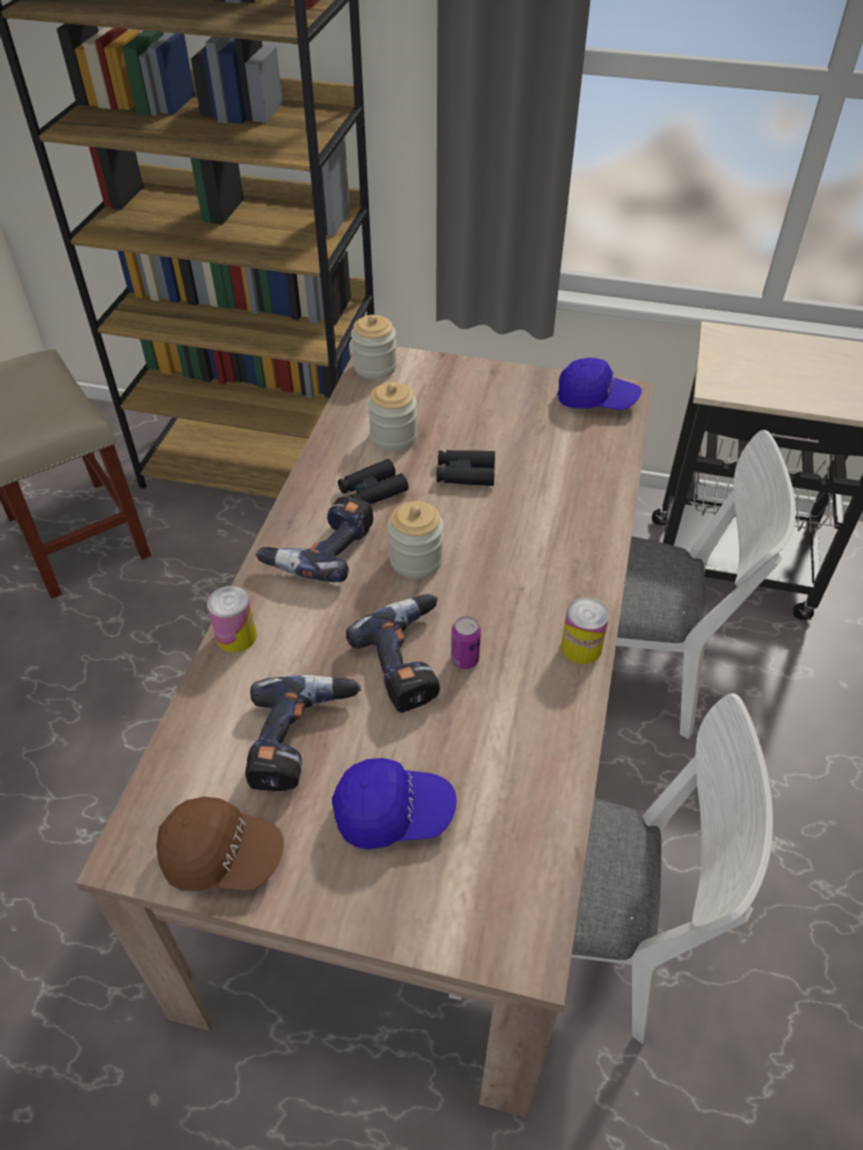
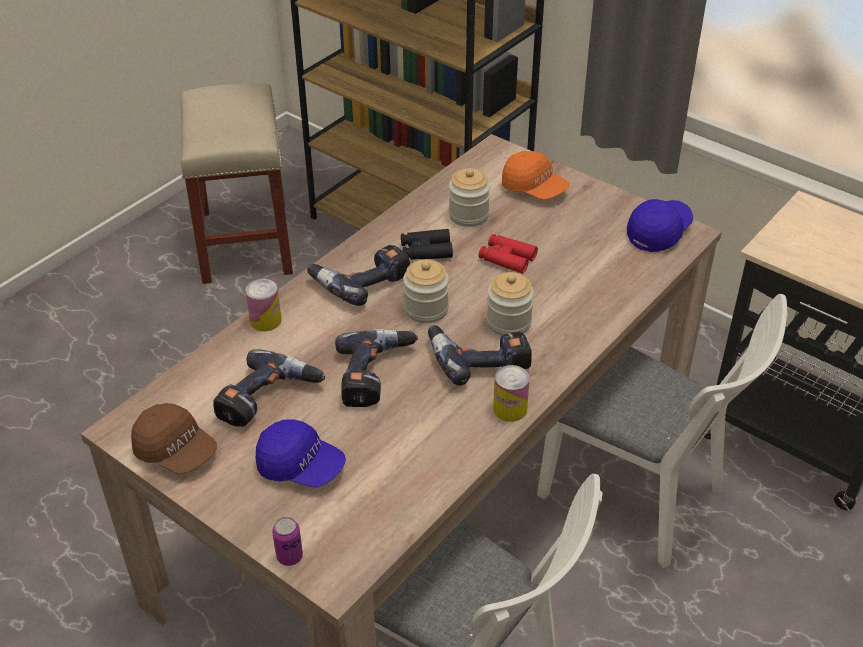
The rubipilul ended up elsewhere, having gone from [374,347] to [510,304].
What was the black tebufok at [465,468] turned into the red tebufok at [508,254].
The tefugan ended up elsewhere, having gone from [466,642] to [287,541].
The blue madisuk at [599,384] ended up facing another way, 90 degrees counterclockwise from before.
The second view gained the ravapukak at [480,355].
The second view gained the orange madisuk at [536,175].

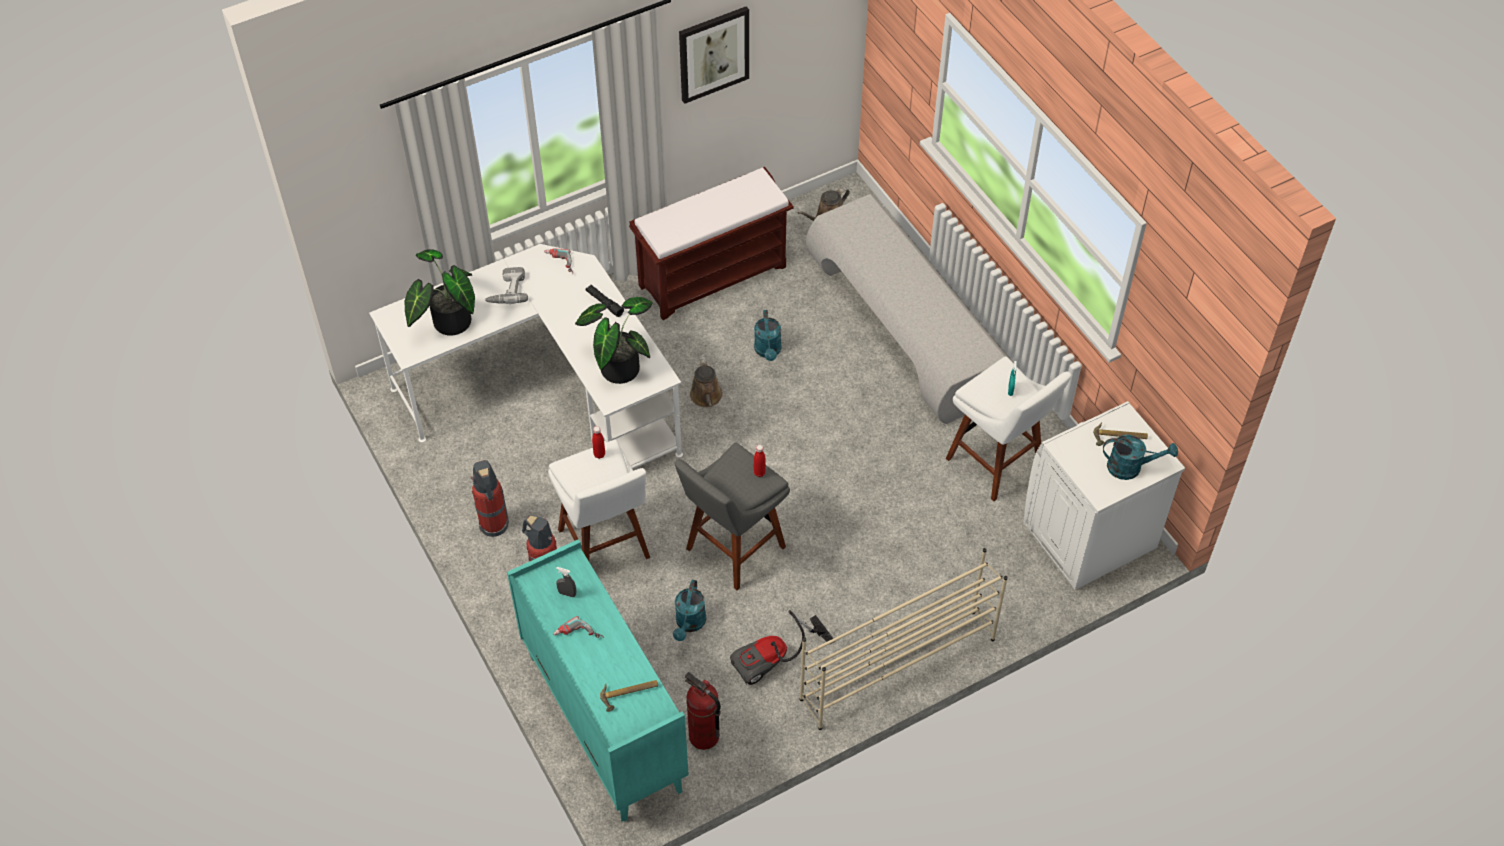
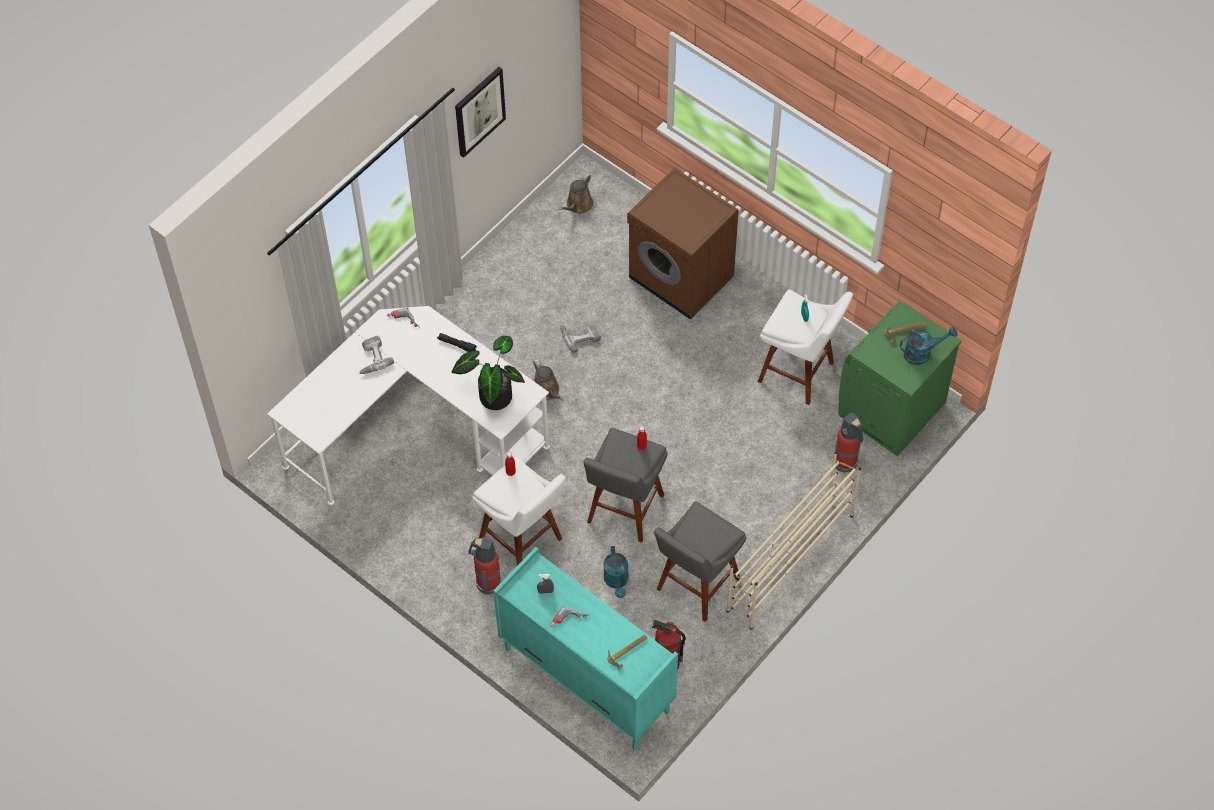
The second view lost the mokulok at [439,293].
The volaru ended up elsewhere, having gone from [489,498] to [849,442].
The second view lost the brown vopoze at [711,243].
Where the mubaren stood at [782,647], the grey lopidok came to stand at [700,561].
Where the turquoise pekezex stood at [767,335], the ravapukak came to stand at [580,339].
Where the grey vopoze stood at [906,309], the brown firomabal came to stand at [683,244].
What was the white firomabal at [1104,495] turned into the green firomabal at [900,378].

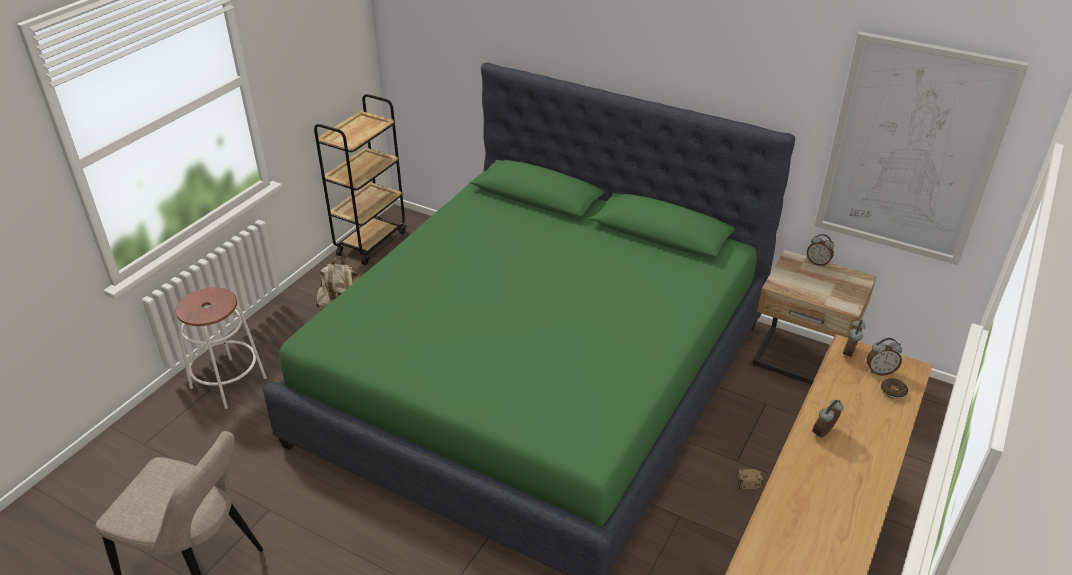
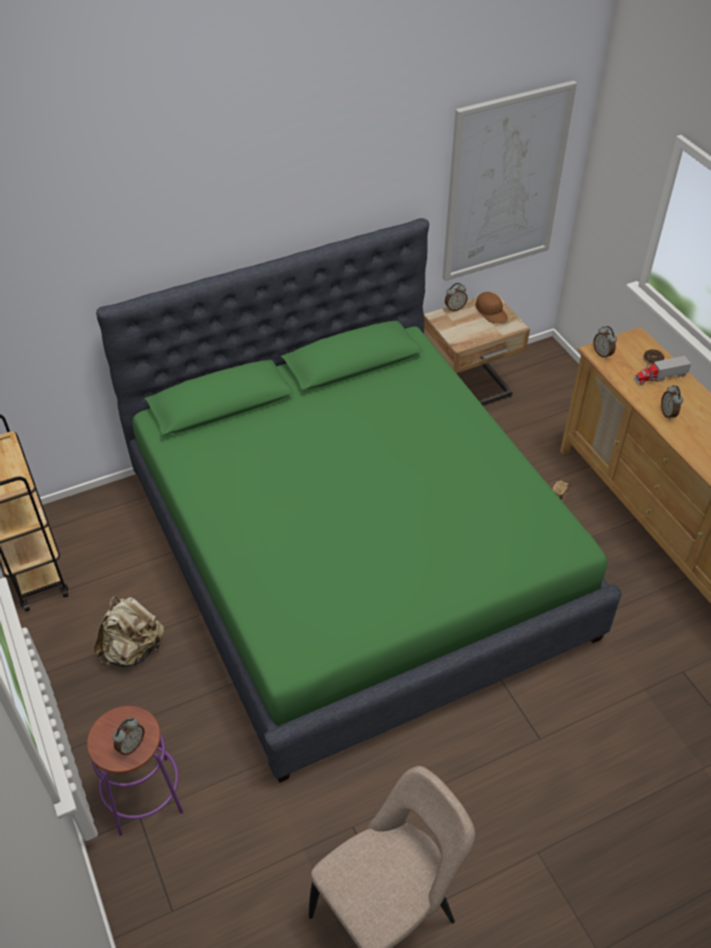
What was the white lopidok at [221,348] turned into the purple lopidok at [135,771].
The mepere ended up elsewhere, having gone from [884,357] to [129,736].
The second view gained the brown madisuk at [491,307].
The second view gained the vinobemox at [662,370].

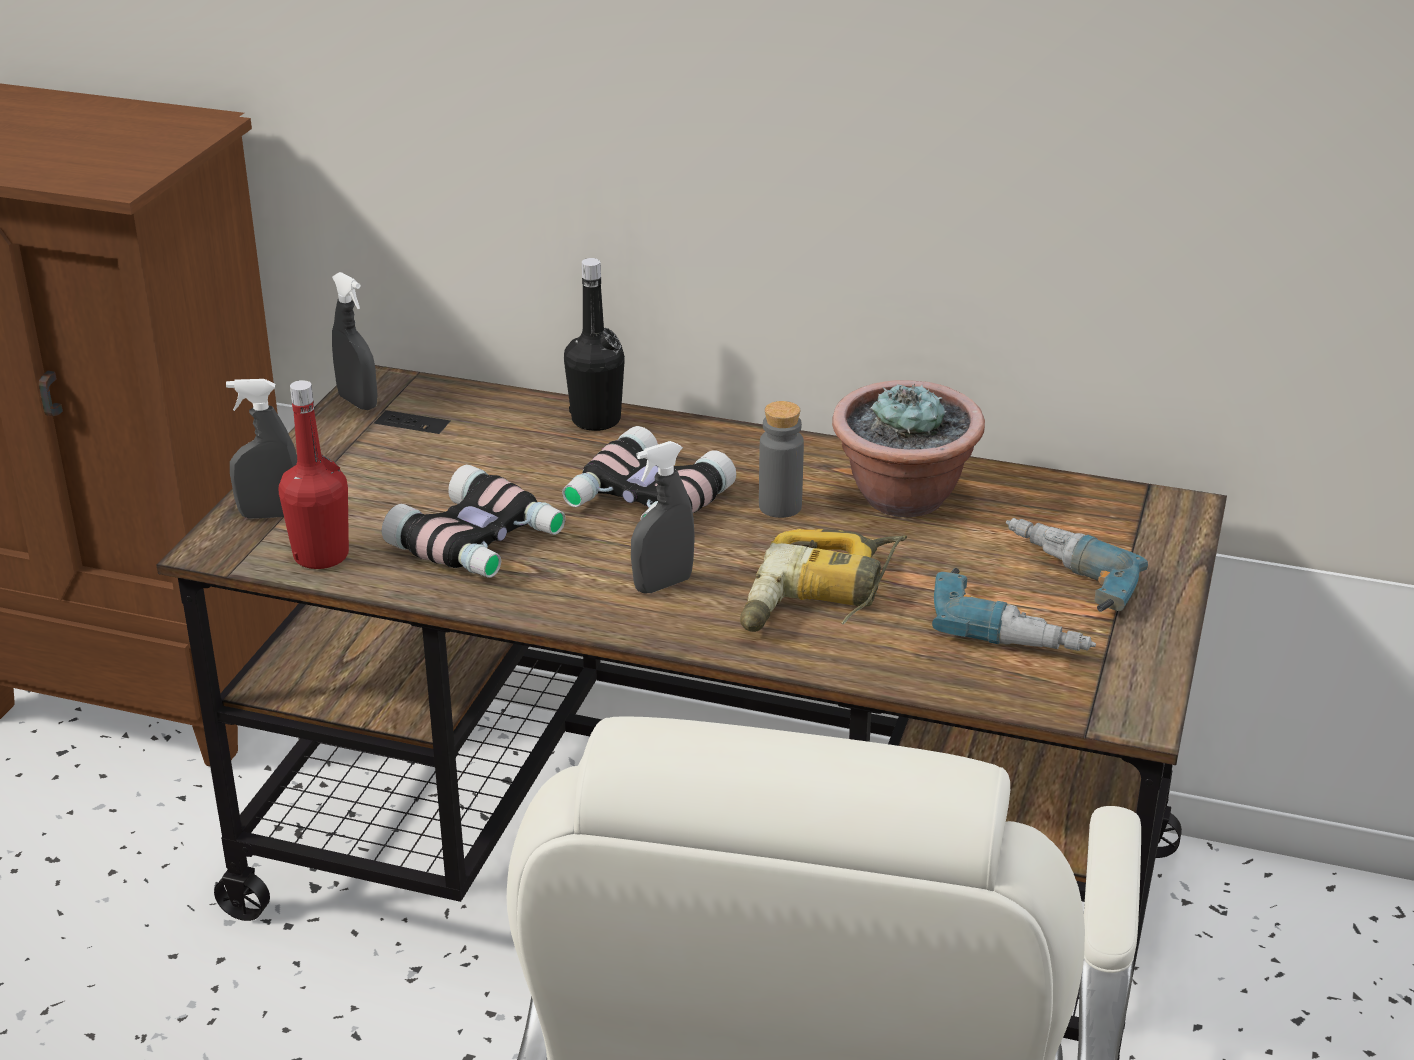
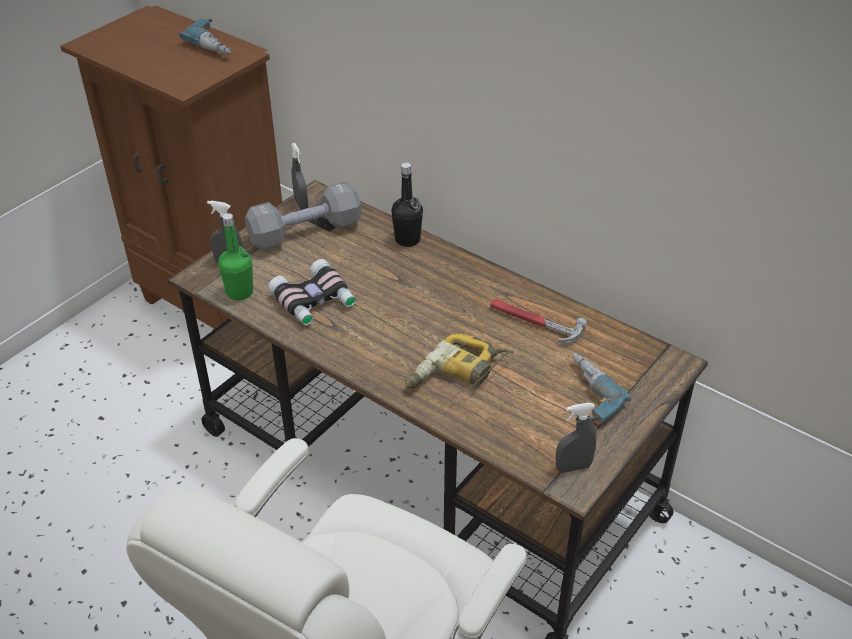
What was the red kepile at [313,474] turned into the green kepile at [235,256].
The second view lost the tebufok at [649,472].
The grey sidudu ended up elsewhere, having gone from [663,517] to [576,437].
The second view lost the grey kepile at [781,459].
Where the mokulok stood at [908,448], the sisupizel came to stand at [538,322].
The ravapukak ended up elsewhere, having gone from [1014,609] to [205,36].
The second view gained the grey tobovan at [303,216].

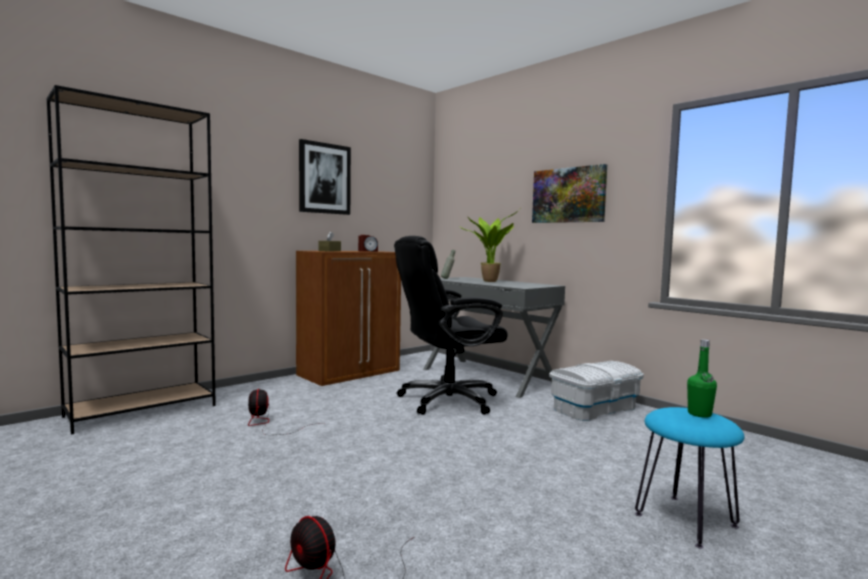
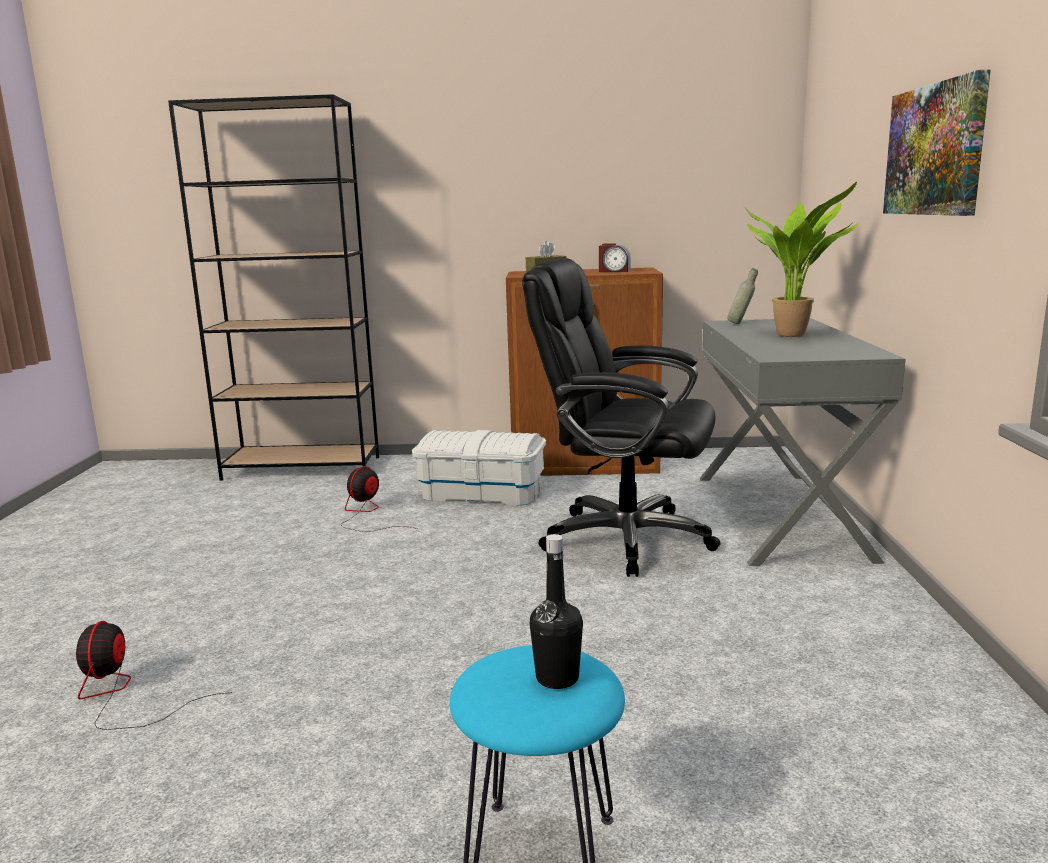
The second view lost the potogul at [325,177].
The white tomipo ended up elsewhere, having gone from [596,391] to [479,468].
What was the green kepile at [702,378] turned into the black kepile at [556,611].

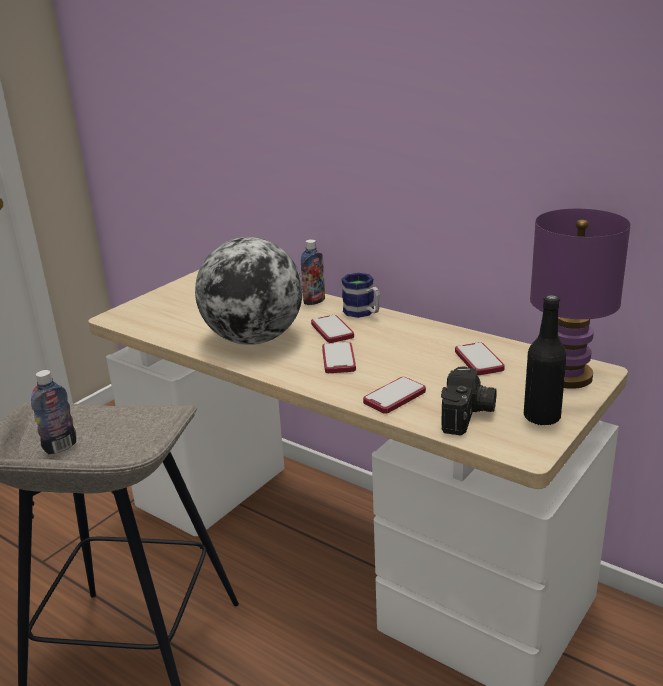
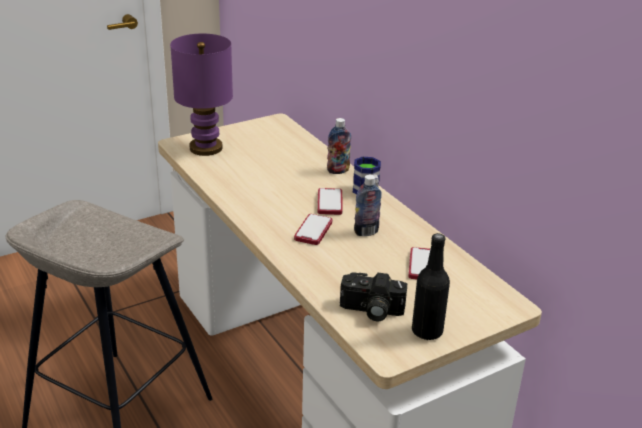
The kepile ended up elsewhere, having gone from [53,412] to [368,205].
The second view lost the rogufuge at [249,291].
The second view lost the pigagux at [394,395].
The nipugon at [469,401] ended up facing another way, 60 degrees clockwise from before.
The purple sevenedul ended up elsewhere, having gone from [580,298] to [201,94].

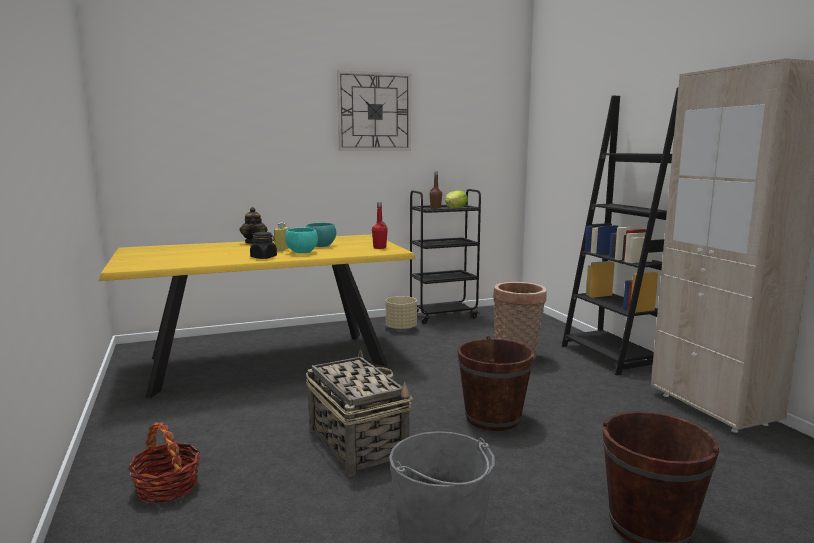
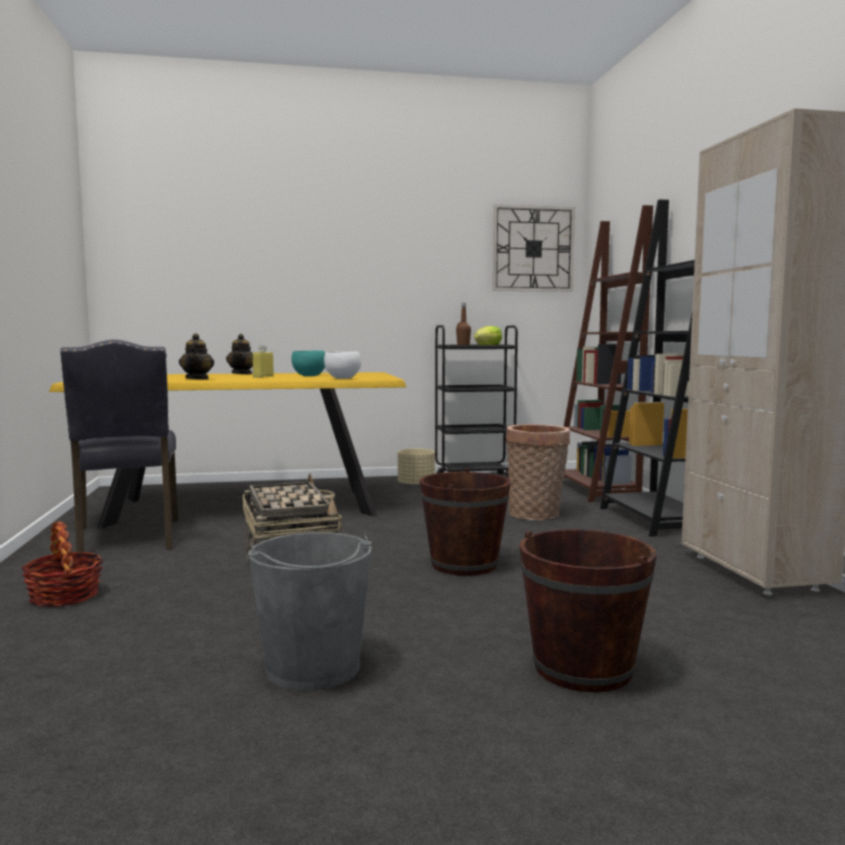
The second view lost the black rubipilul at [263,245].
The second view lost the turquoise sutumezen at [301,240].
The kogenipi ended up elsewhere, having gone from [374,110] to [534,248].
The second view lost the red kepile at [380,225].
The second view gained the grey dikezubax at [119,447].
The second view gained the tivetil at [196,356].
The second view gained the white sutumezen at [342,365].
The second view gained the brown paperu at [608,353].

